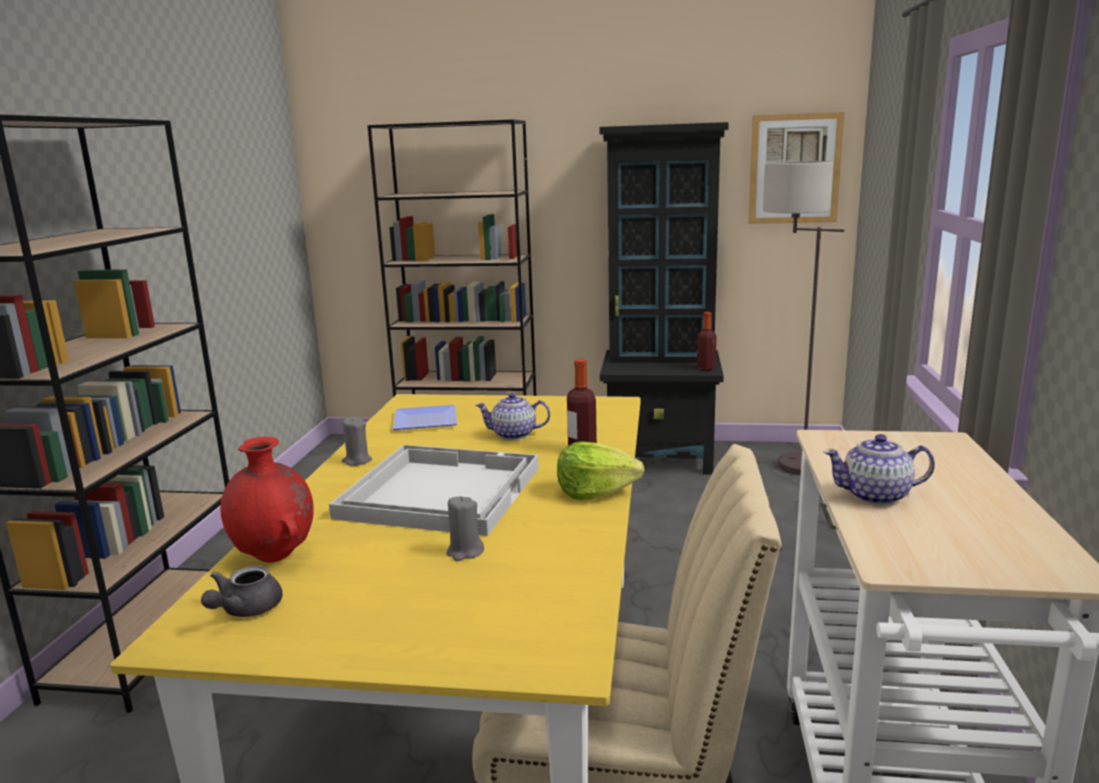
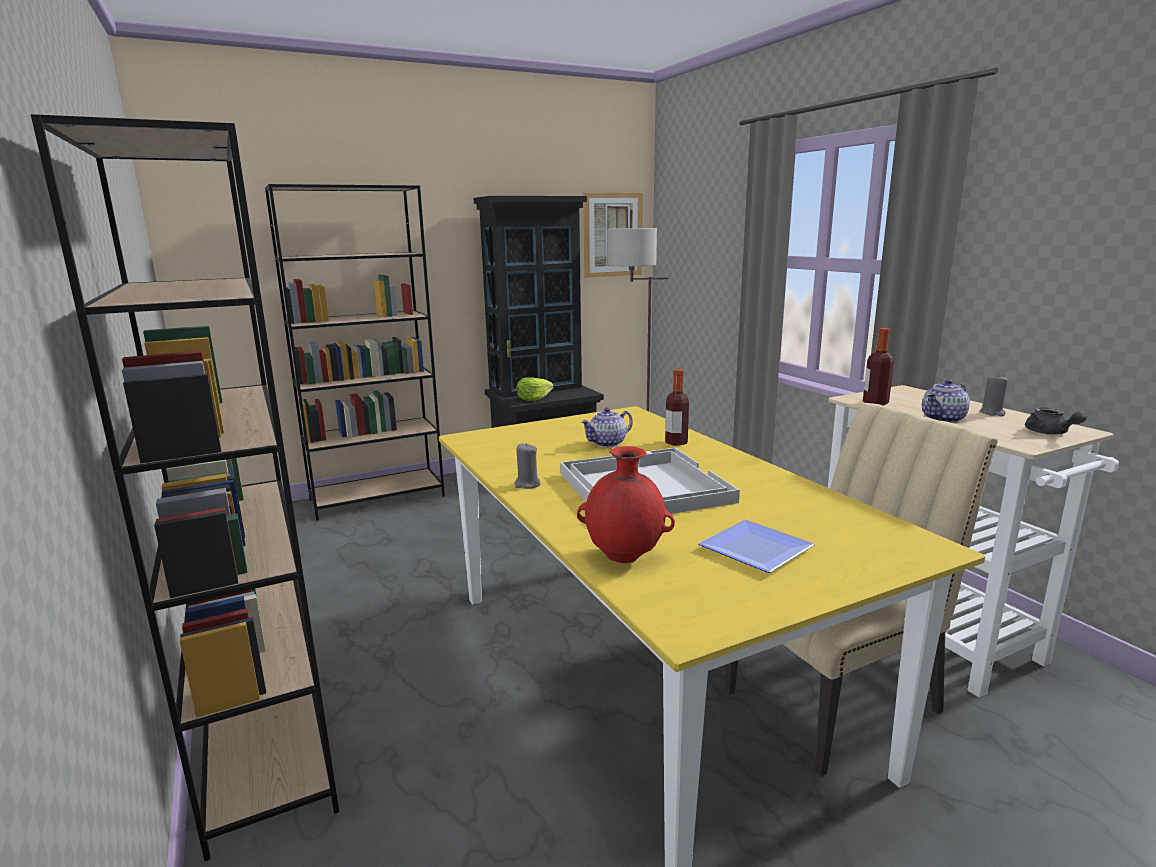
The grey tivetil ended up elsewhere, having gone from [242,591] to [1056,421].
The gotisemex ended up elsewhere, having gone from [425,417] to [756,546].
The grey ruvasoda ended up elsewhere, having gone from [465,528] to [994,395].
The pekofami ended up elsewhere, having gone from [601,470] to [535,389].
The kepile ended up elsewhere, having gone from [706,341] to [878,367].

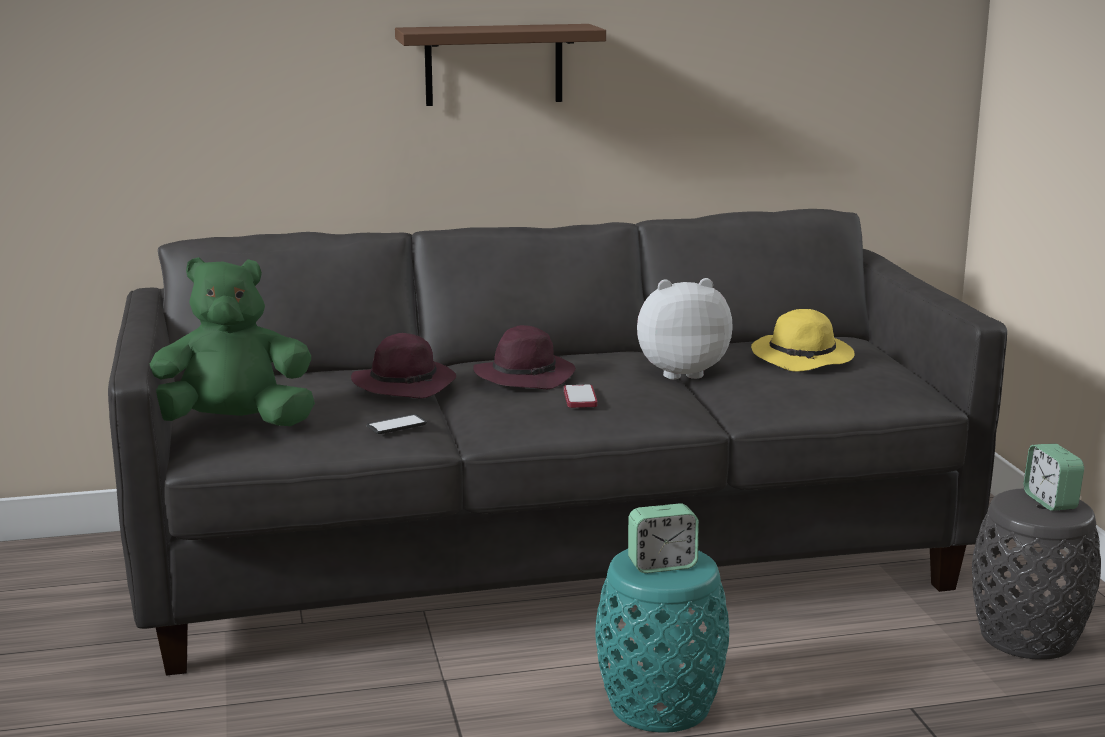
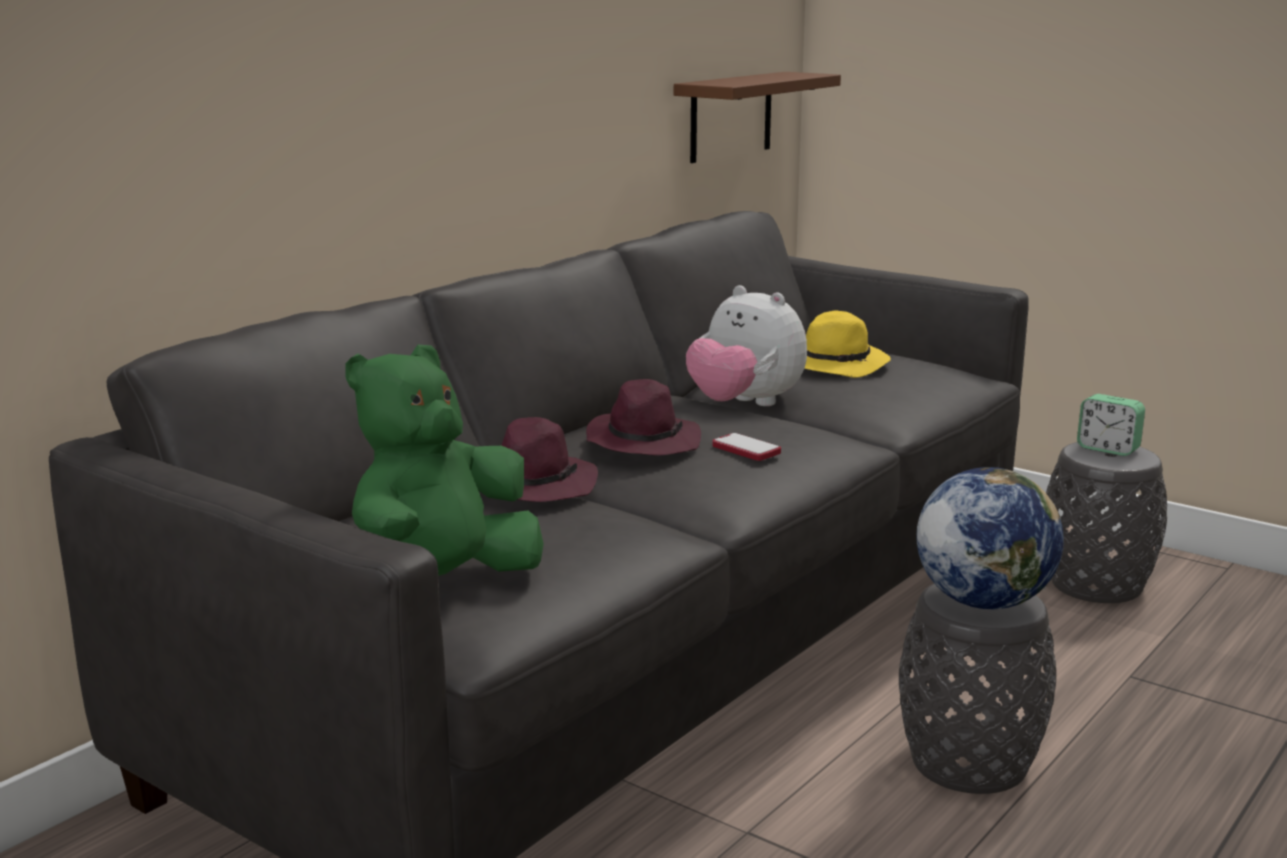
The second view lost the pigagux at [396,424].
The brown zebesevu ended up elsewhere, having gone from [500,65] to [757,117].
What was the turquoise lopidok at [662,641] turned into the grey lopidok at [977,689].
Where the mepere stood at [663,538], the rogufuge came to stand at [990,538].
The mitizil at [685,329] ended up facing another way, 90 degrees counterclockwise from before.

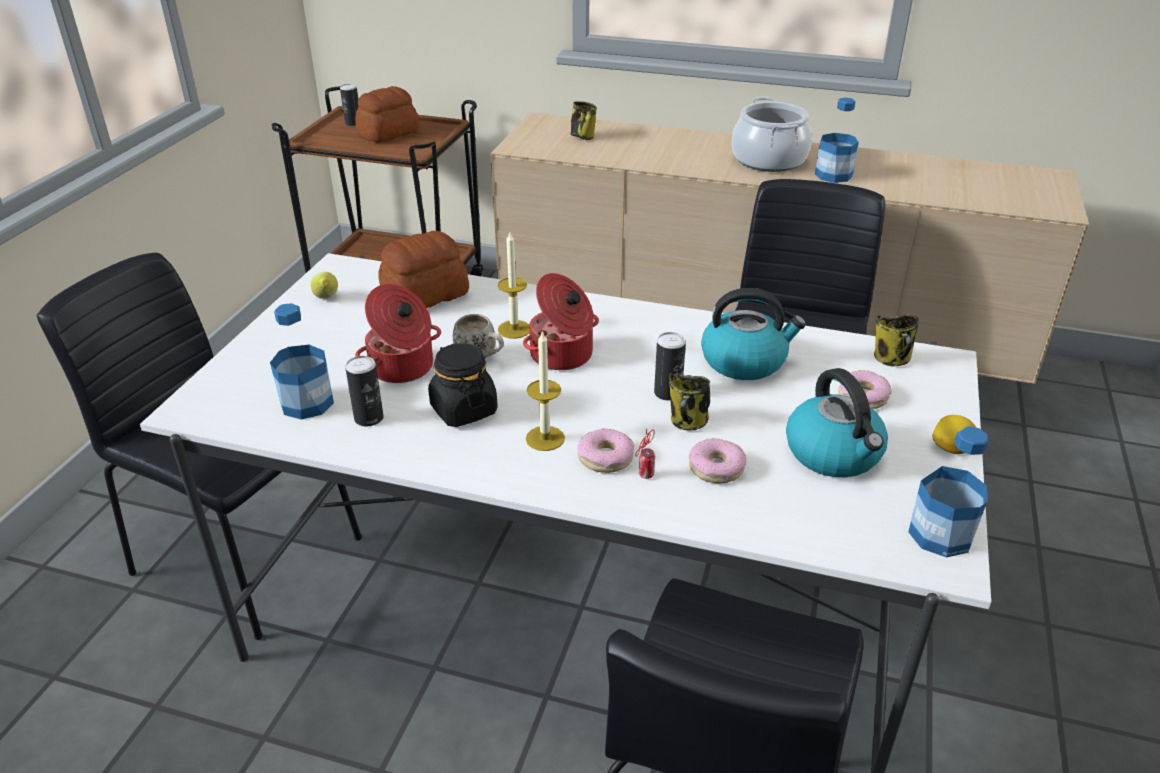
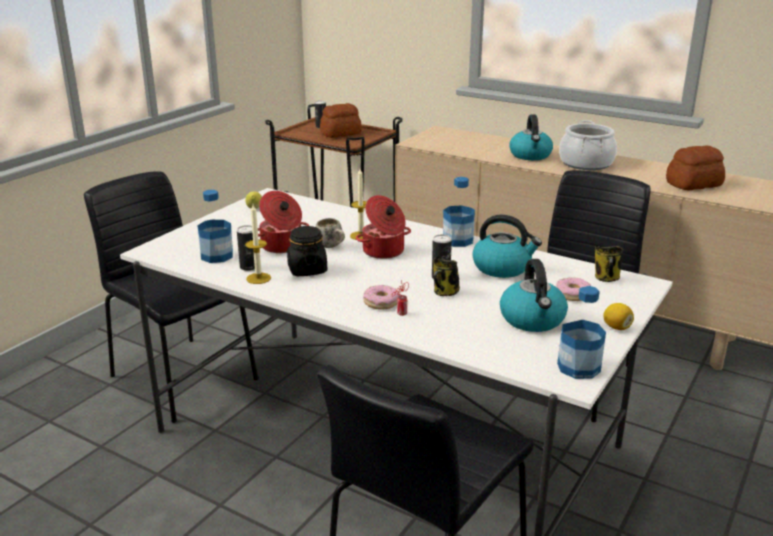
The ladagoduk ended up elsewhere, having gone from [423,269] to [695,167].
The ruvasoda ended up elsewhere, having gone from [545,390] to [258,244].
The second view lost the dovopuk at [583,120].
The second view lost the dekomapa at [717,460].
The kepile ended up elsewhere, having gone from [837,140] to [459,212].
The second view gained the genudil at [531,137].

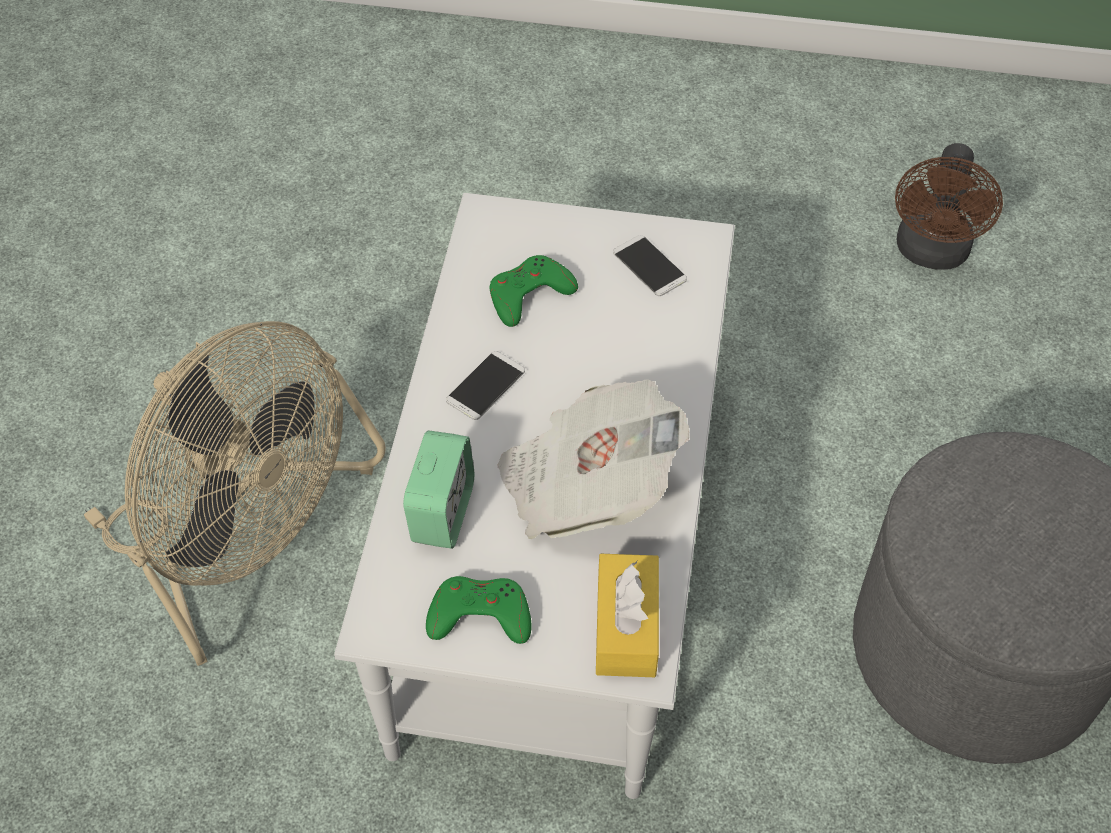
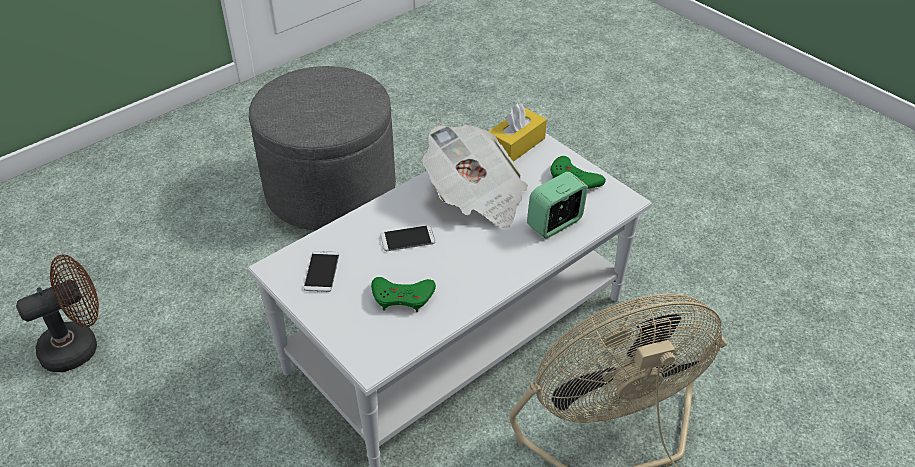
The pigagux ended up elsewhere, having gone from [485,385] to [408,238].

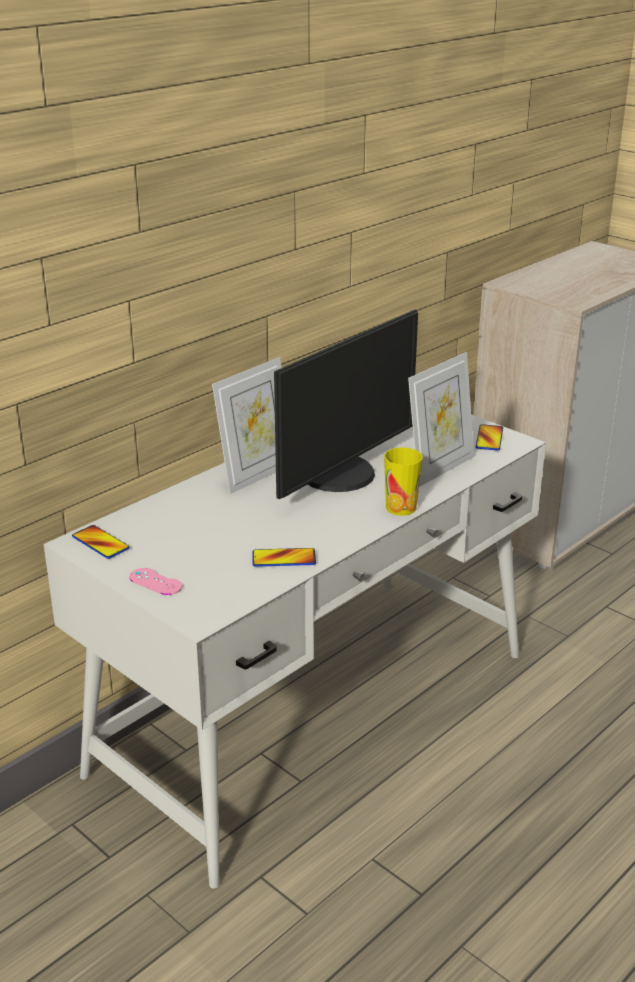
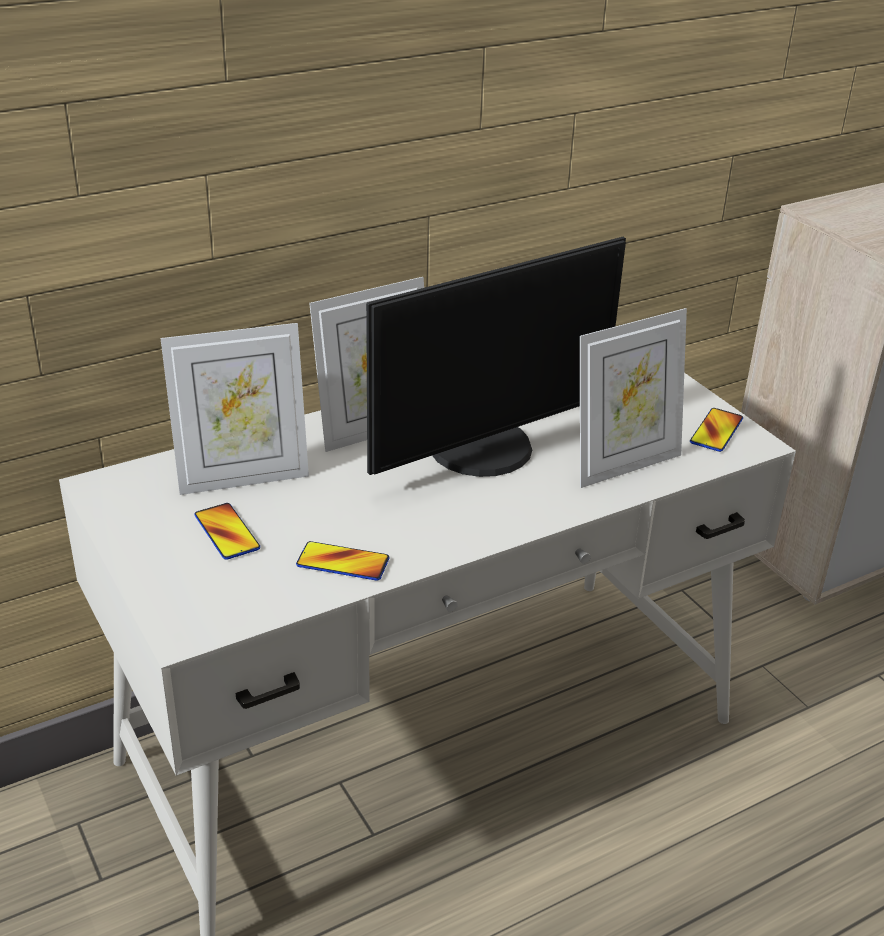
The pigagux ended up elsewhere, having gone from [101,542] to [227,531].
The second view lost the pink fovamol at [155,581].
The second view lost the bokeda at [403,481].
The second view gained the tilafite at [234,409].

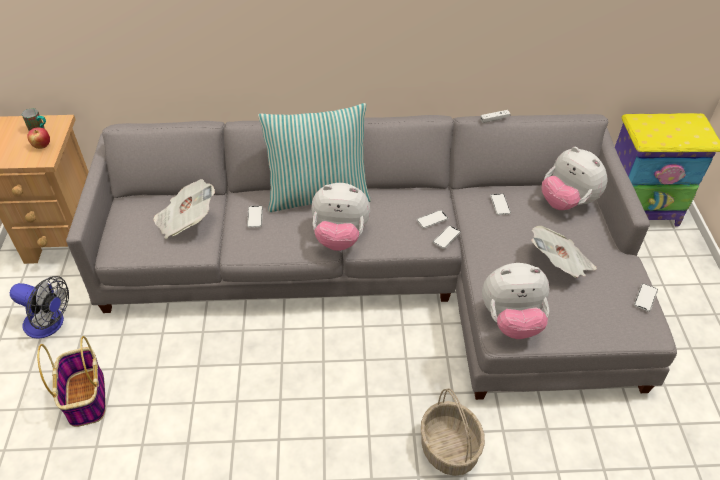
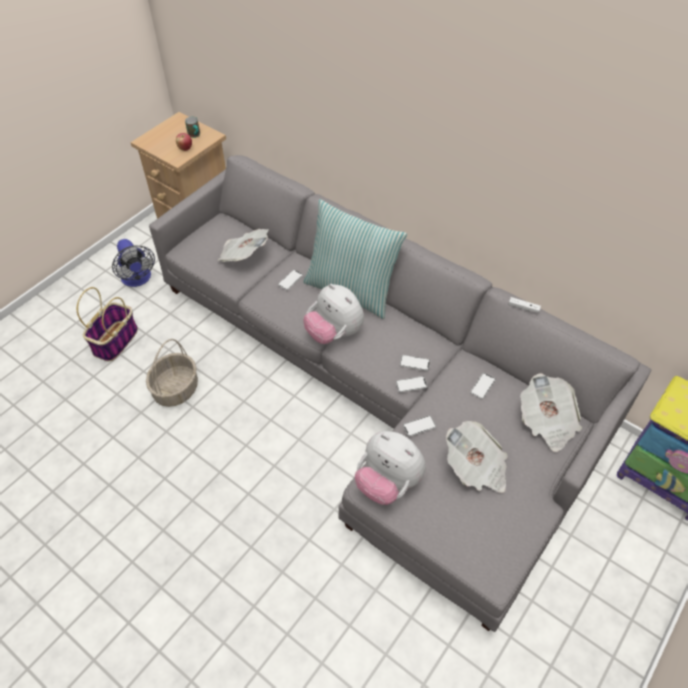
The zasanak ended up elsewhere, having gone from [453,432] to [172,373].
Where the mitizil stood at [574,178], the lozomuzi came to stand at [551,412].
The pigagux ended up elsewhere, having gone from [646,297] to [419,426].

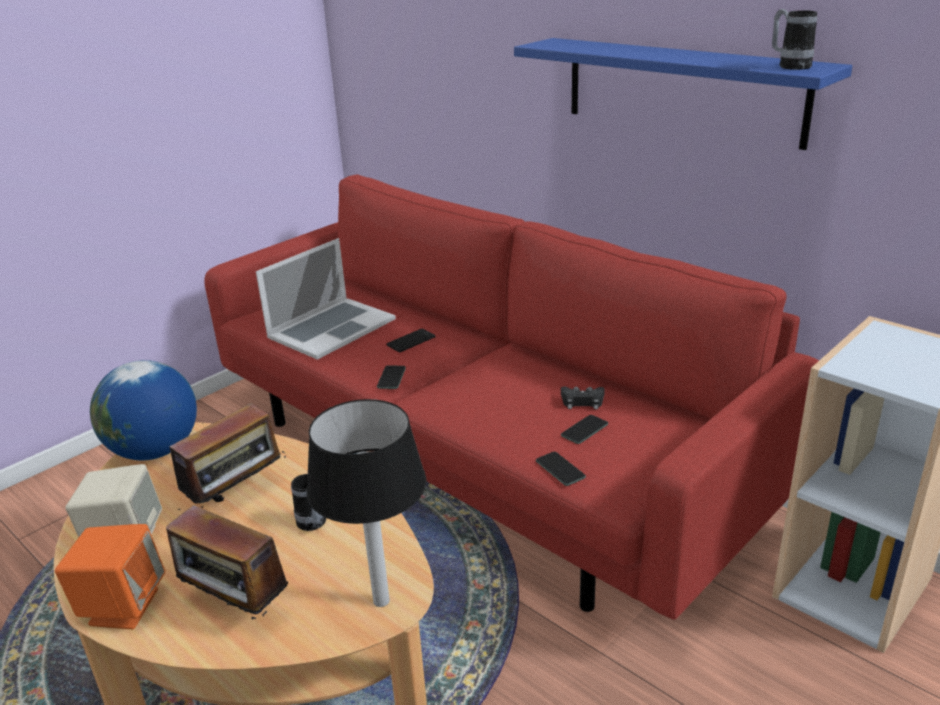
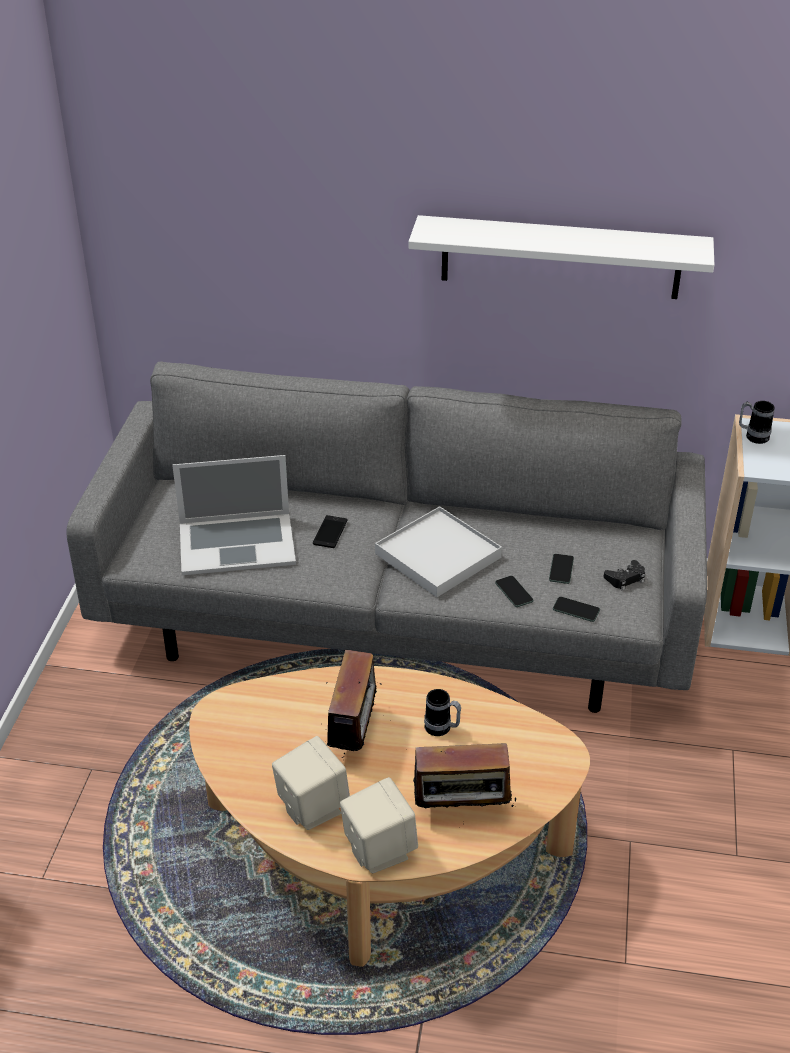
What was the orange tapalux at [110,576] turned into the beige tapalux at [379,825].
The second view lost the rogufuge at [143,410].
What was the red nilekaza at [511,397] turned into the grey nilekaza at [387,537].
The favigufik at [326,299] ended up facing another way, 75 degrees clockwise from before.
The second view lost the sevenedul at [366,503].
The pigagux ended up elsewhere, having gone from [391,377] to [514,591].
What was the blue zebesevu at [683,94] turned into the white zebesevu at [561,257].
The black fovamol ended up elsewhere, having gone from [583,398] to [624,575].
The dovopuk ended up elsewhere, having gone from [795,39] to [757,422].
The second view gained the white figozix at [438,551].

